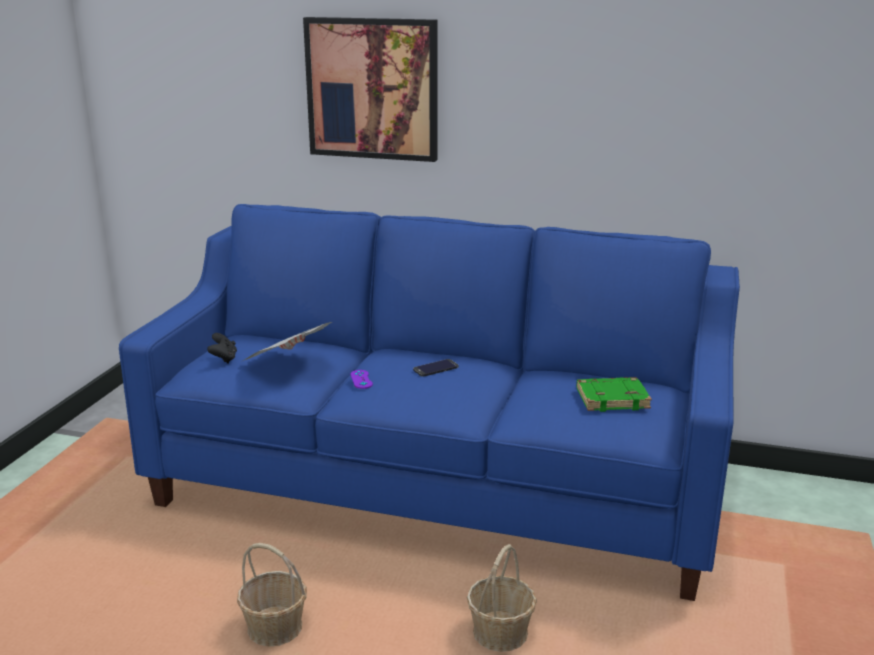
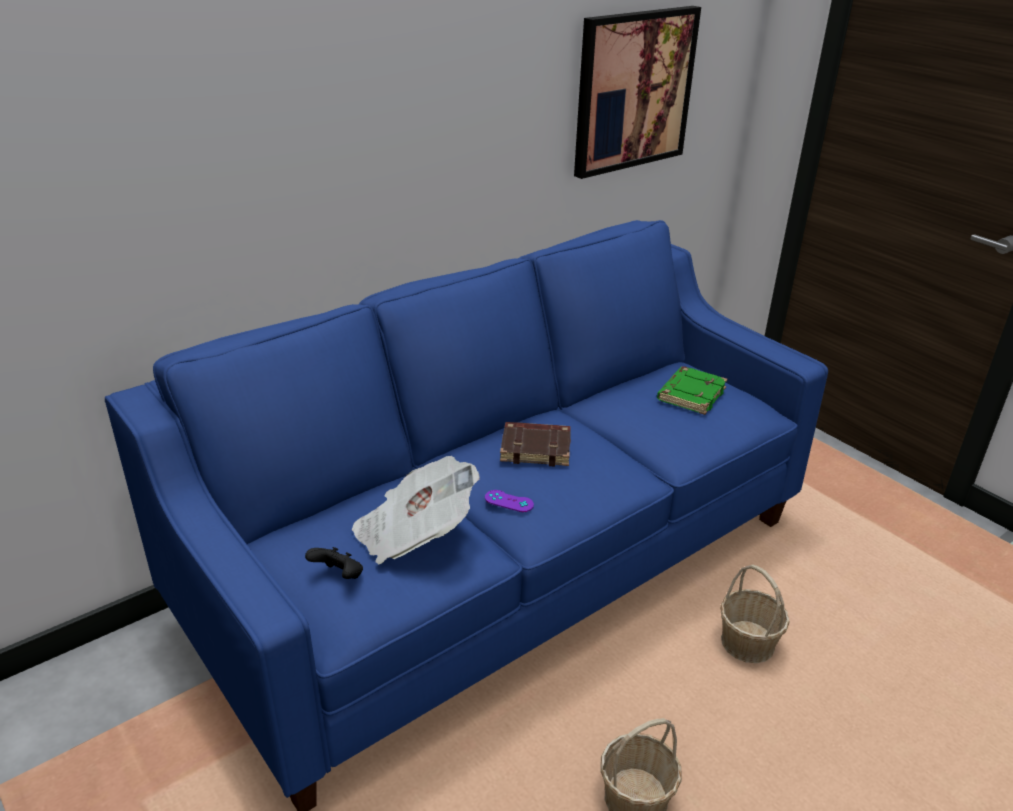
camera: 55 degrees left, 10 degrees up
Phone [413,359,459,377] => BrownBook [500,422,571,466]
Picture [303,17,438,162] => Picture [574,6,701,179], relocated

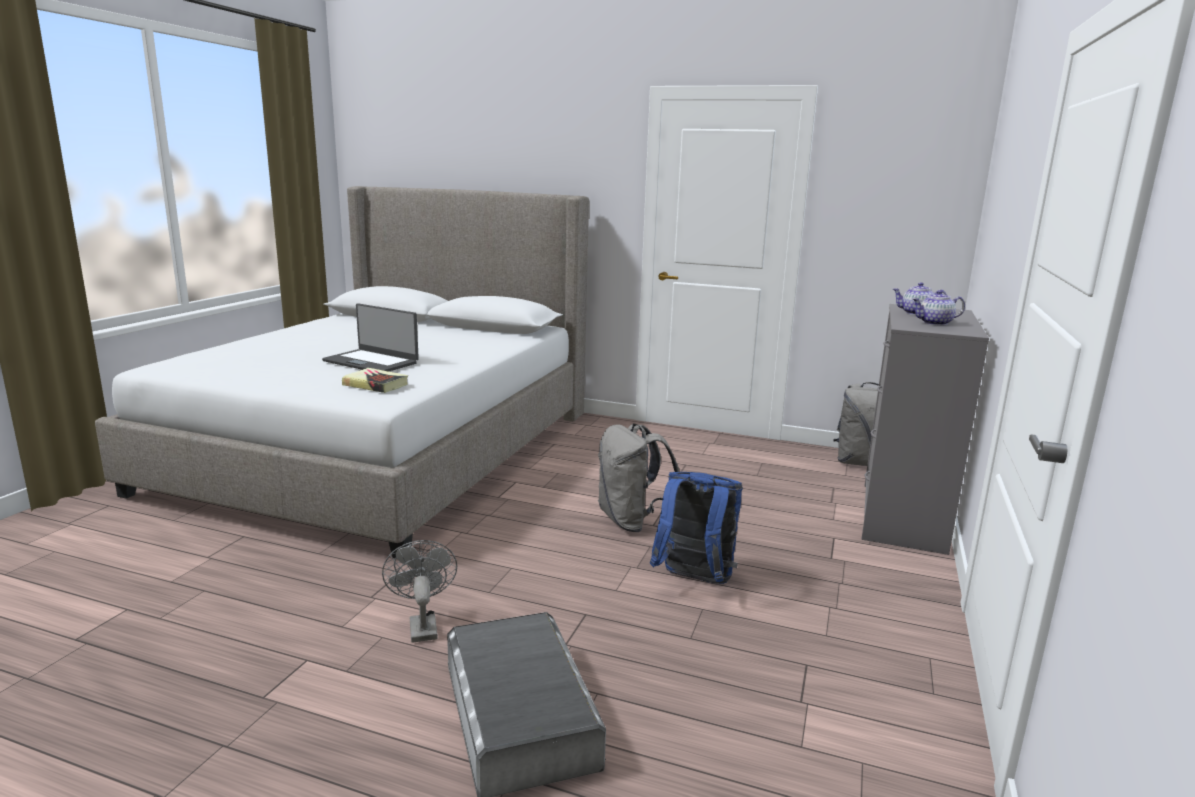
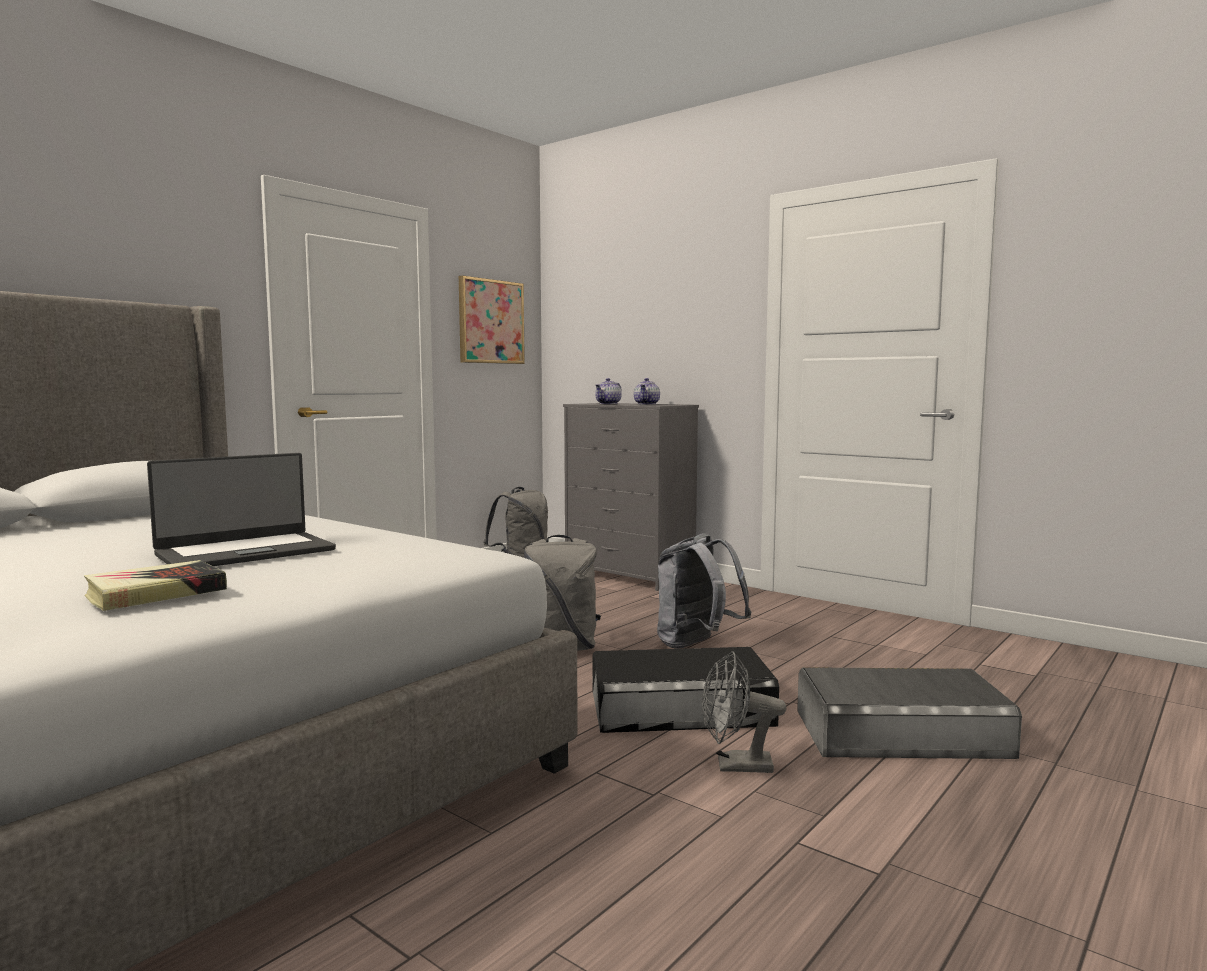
camera: 70 degrees left, 10 degrees down
Book [342,368,408,393] => Book [84,560,227,611], relocated
nothing => Picture [459,275,525,364]
nothing => BlackStorageBox [593,647,779,733]
BlueBackpack [650,472,743,584] => GreyBackpack [657,533,751,648]

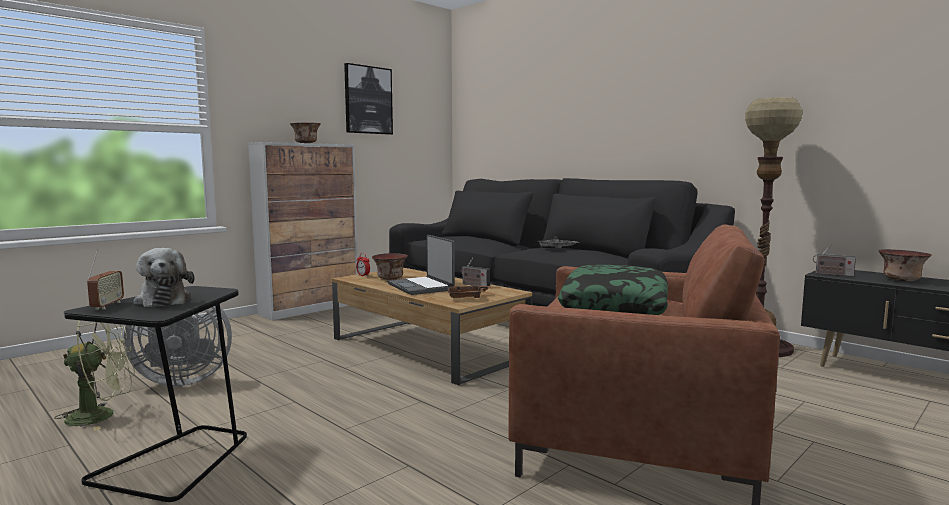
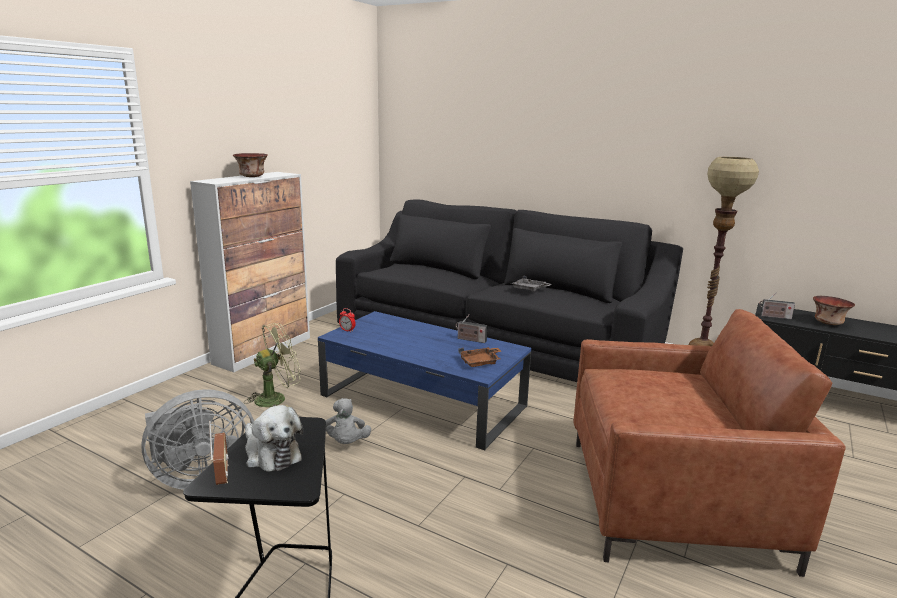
camera: 15 degrees left, 10 degrees up
GreenFan [54,320,135,431] => GreenFan [244,323,301,407], relocated
BrownCoffeeTable [332,268,532,386] => BlueCoffeeTable [318,311,532,450]
nothing => GreyPlushToy [325,398,371,444]
Picture [344,63,393,135] => nothing
Bowl [372,253,408,280] => nothing
Laptop [388,235,455,295] => nothing
Pillow [558,265,668,315] => nothing

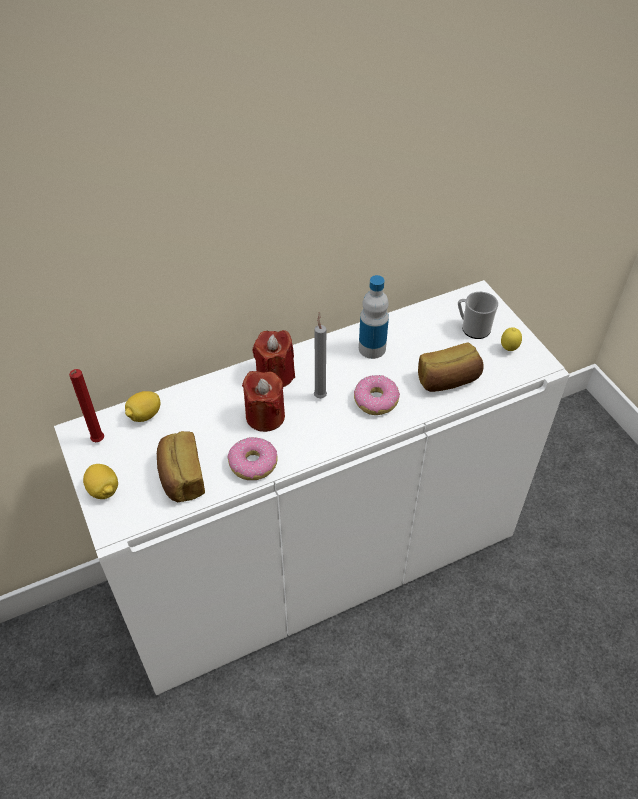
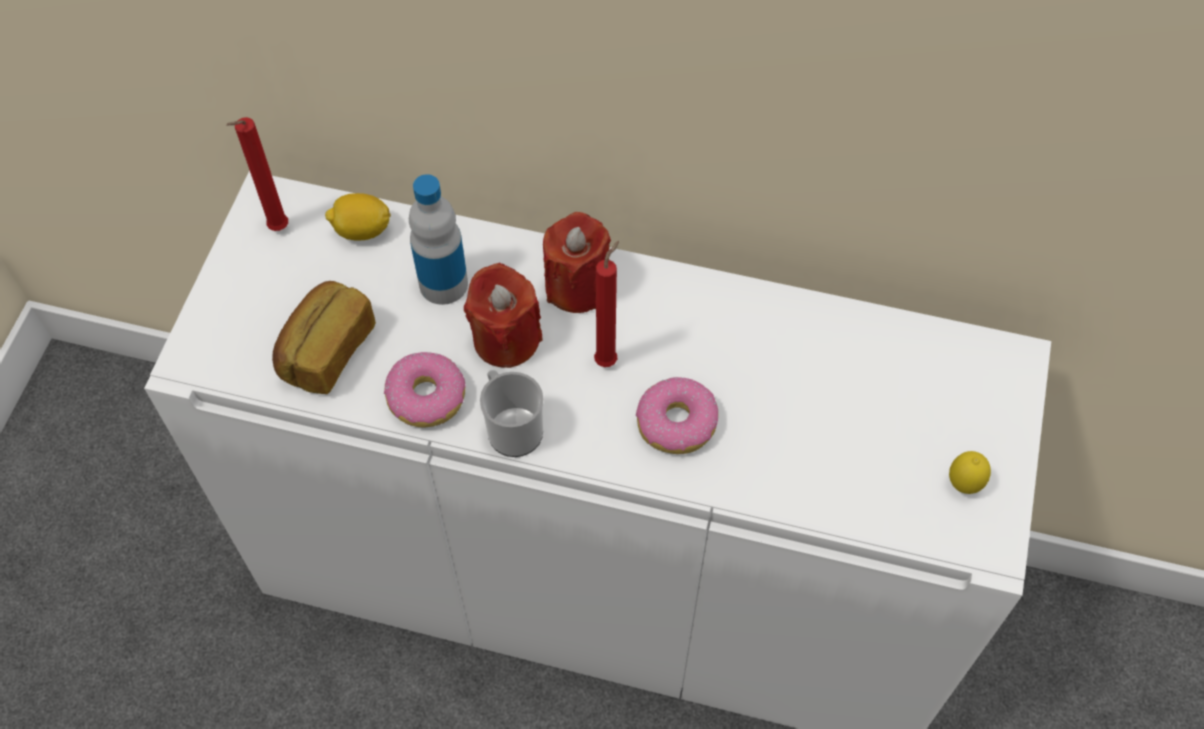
camera: 40 degrees right, 10 degrees up
Bottle [359,275,389,359] => Bottle [409,174,468,305], relocated
Mug [458,292,498,339] => Mug [480,369,544,457], relocated
GreyCandle [314,312,327,398] => RedCandle [594,241,619,367]
Lemon [83,464,118,499] => nothing
Bread [418,342,484,392] => nothing

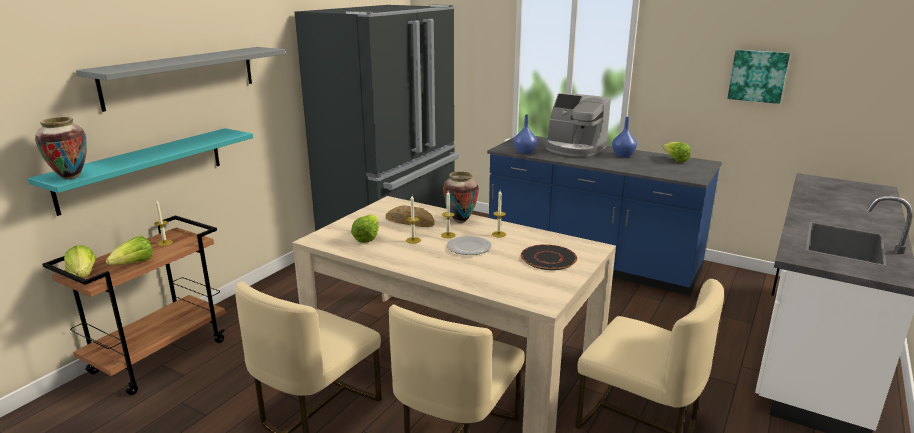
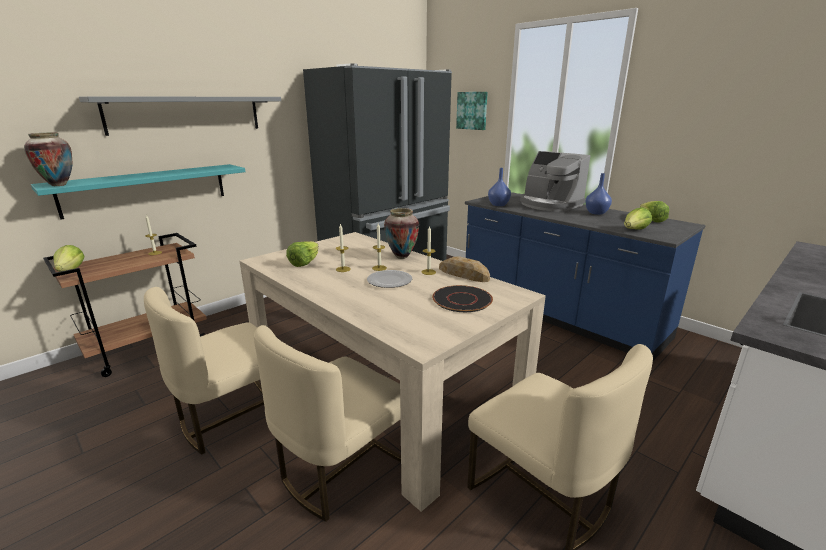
camera: 15 degrees right, 0 degrees up
Bread [386,205,434,227] => Bread [439,256,490,282], relocated
Picture [727,50,790,104] => Picture [456,92,488,130], relocated
Lettuce [106,236,153,265] => Lettuce [624,207,652,229], relocated

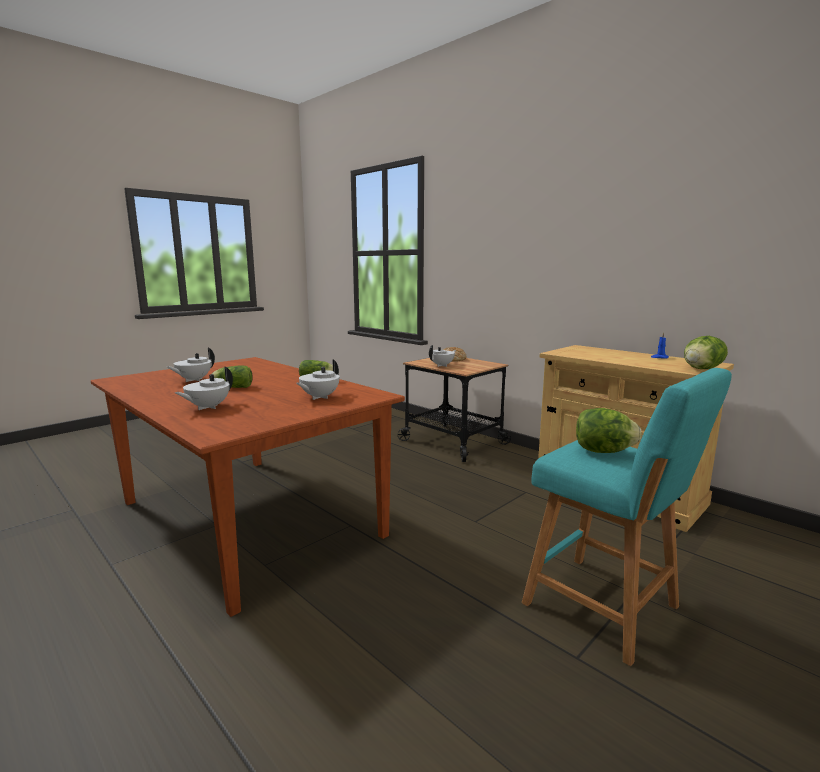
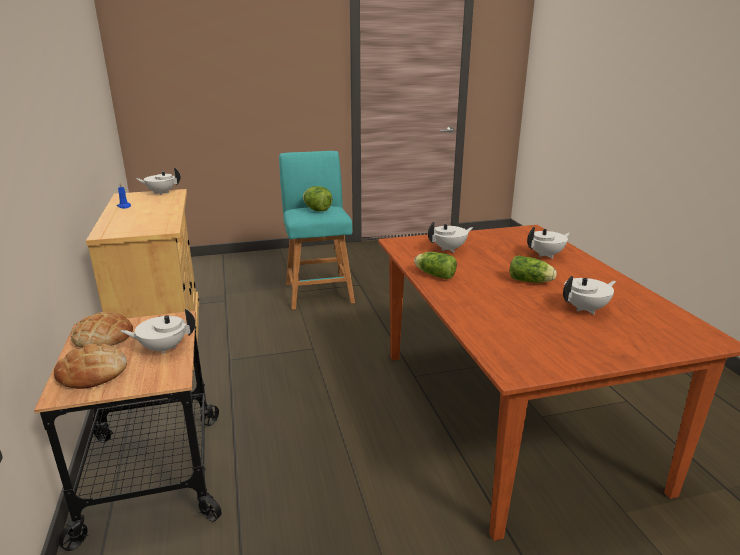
camera: 150 degrees left, 10 degrees up
nothing => Bread [71,312,133,348]
Lettuce [684,336,728,369] => WhiteTeapot [136,167,181,195]

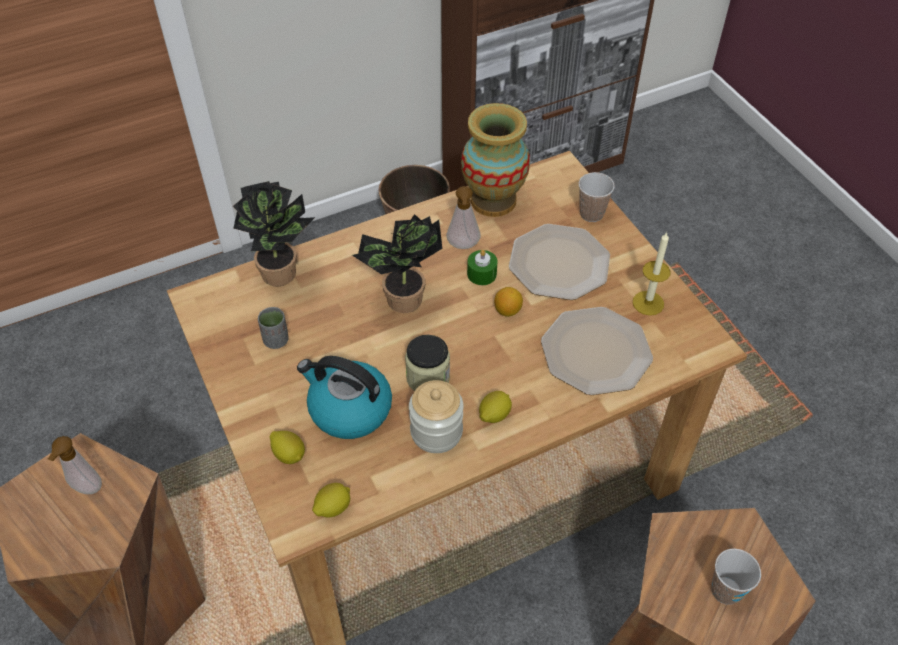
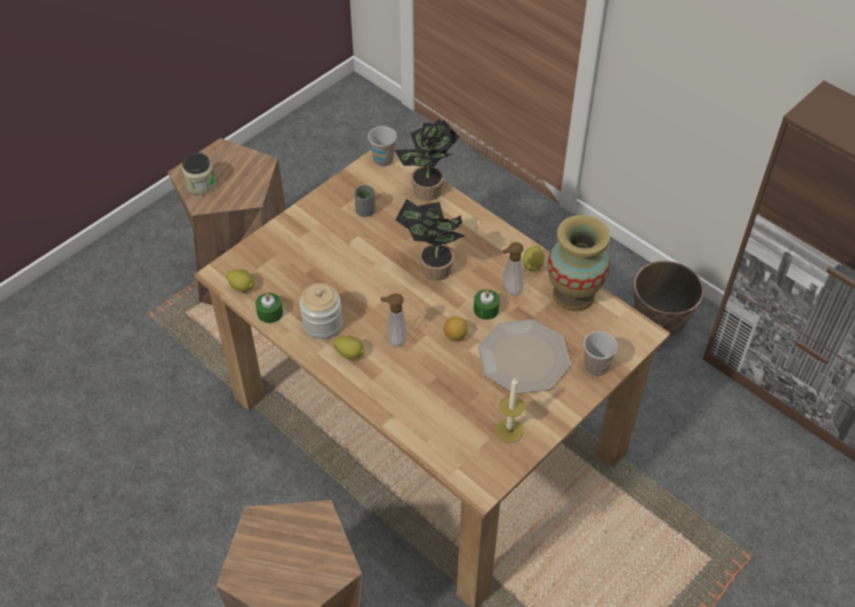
camera: 70 degrees right, 0 degrees up
Jar [405,335,450,391] => Jar [182,153,216,195], relocated
nothing => GreenCandle [255,293,283,323]
Cup [711,549,761,605] => Cup [368,126,397,167], relocated
SoapDispenser [48,436,102,494] => SoapDispenser [380,293,407,348], relocated
Lemon [270,431,305,464] => Lemon [522,245,545,272], relocated
Kettle [297,356,392,439] => nothing
Plate [541,307,653,395] => nothing

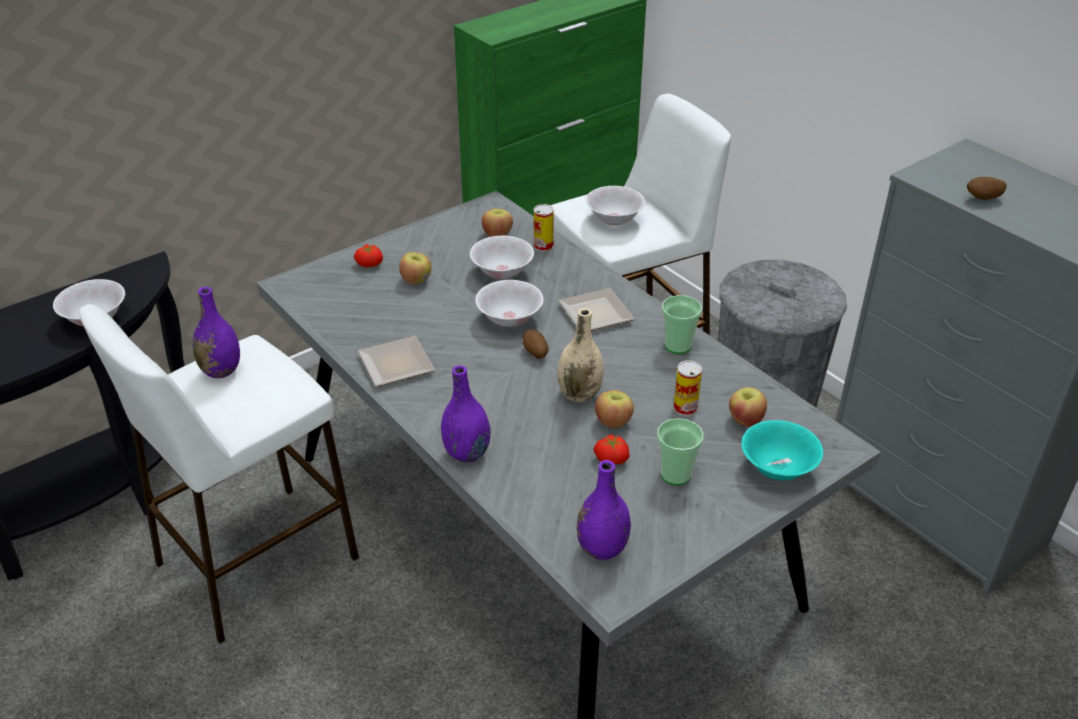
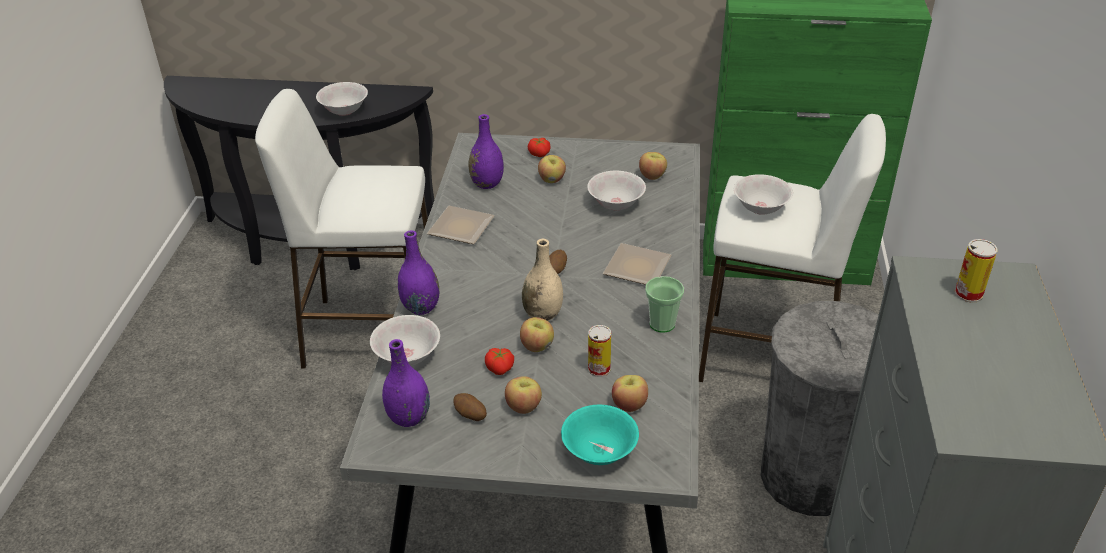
camera: 45 degrees right, 0 degrees up
WhiteBowl [475,280,544,327] => WhiteBowl [370,315,440,366], relocated
Potato [967,177,1007,200] => Potato [454,393,487,421], relocated
PurpleVase [193,287,240,378] => PurpleVase [469,114,504,189], relocated
Cup [657,418,704,485] => Apple [505,376,542,414]
Can [534,204,554,252] => Can [955,239,998,302], relocated

